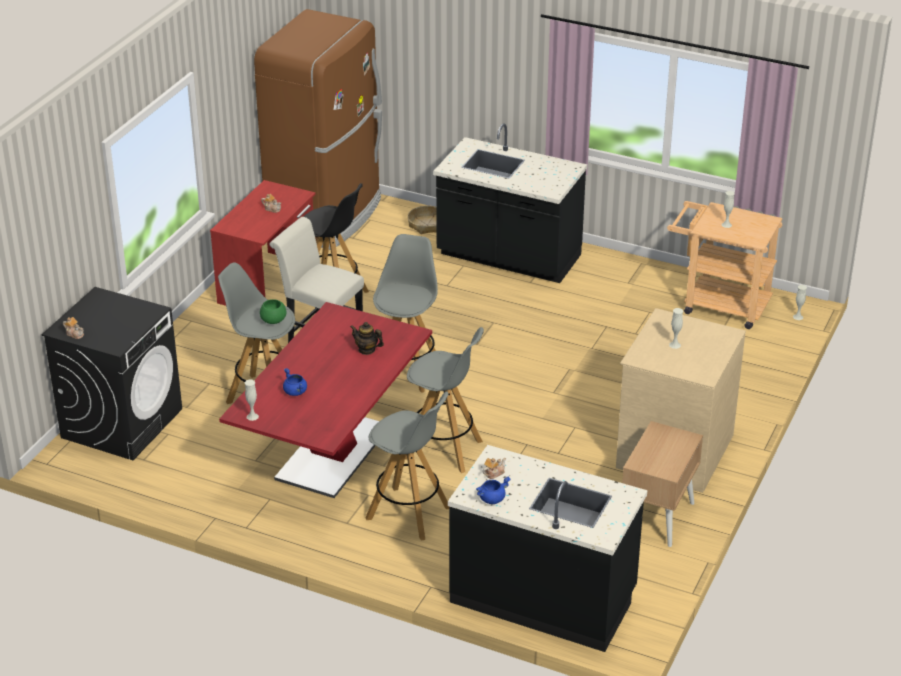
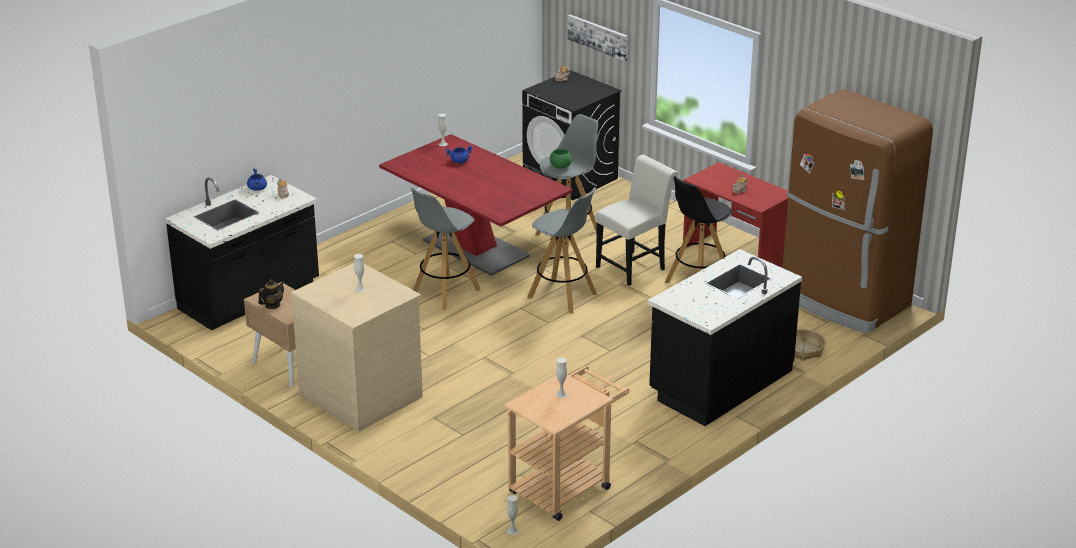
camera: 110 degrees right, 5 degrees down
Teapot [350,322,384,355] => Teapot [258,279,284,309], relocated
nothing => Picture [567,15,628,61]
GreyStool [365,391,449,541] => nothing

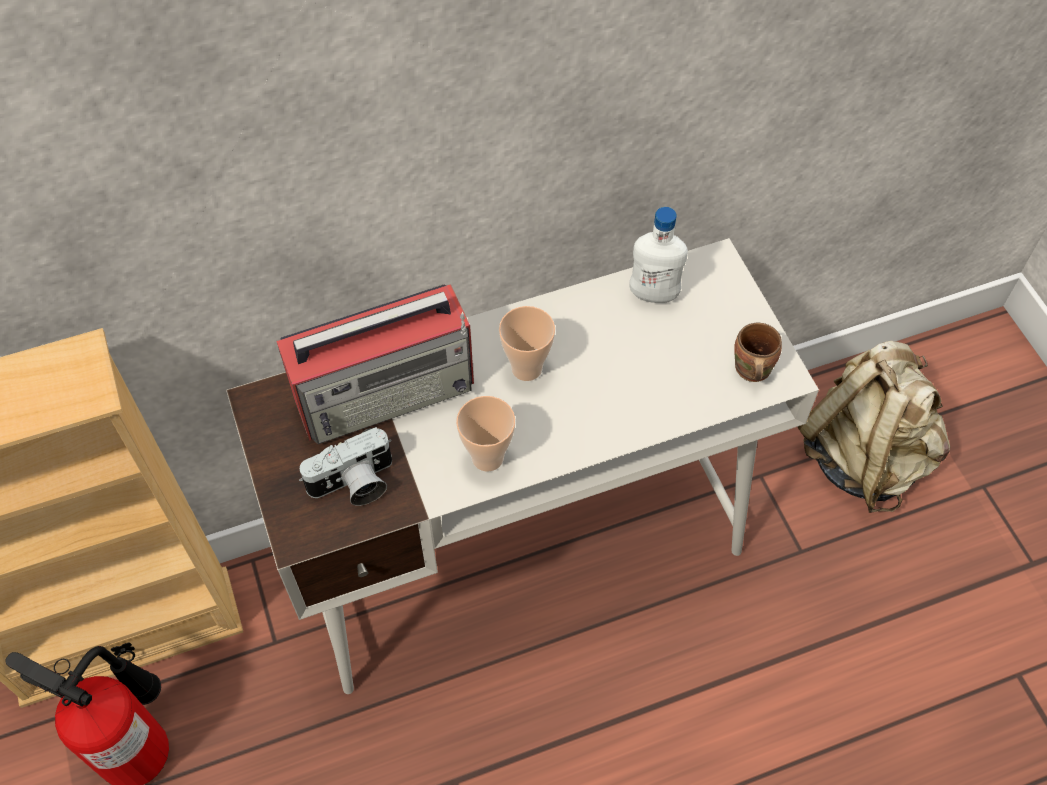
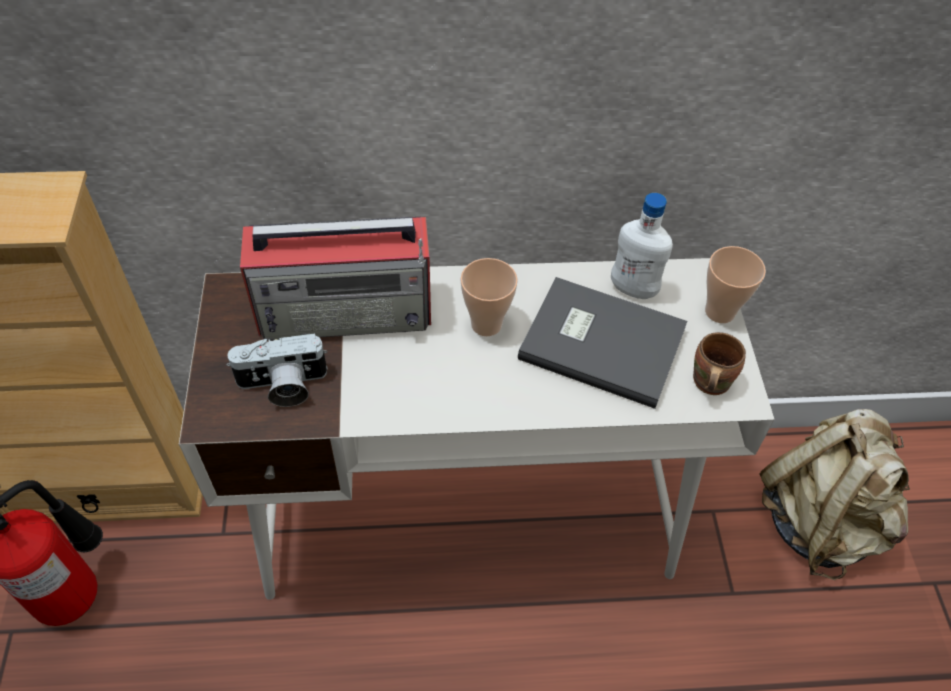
camera: 15 degrees right, 5 degrees down
nothing => GreyBook [518,277,687,409]
Cup [456,396,516,472] => Cup [705,246,766,323], relocated

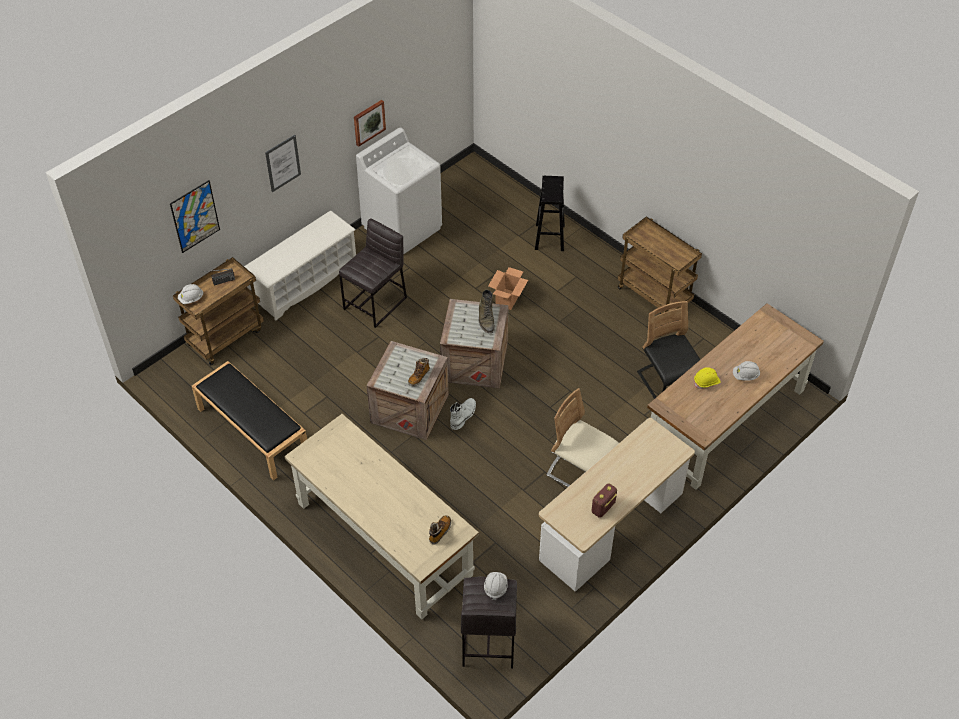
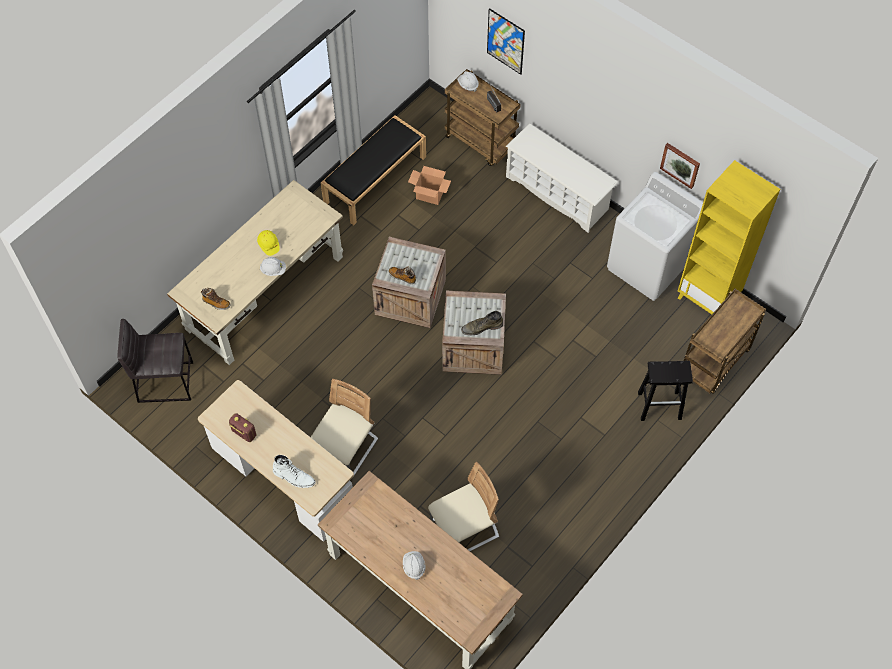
camera: 85 degrees right, 10 degrees up
YellowHardHat [694,367,721,389] => YellowHardHat [257,230,280,256], relocated
WhiteHardHat [484,572,507,600] => WhiteHardHat [260,257,286,276], relocated
WhiteBoot [450,398,476,430] => WhiteBoot [273,455,316,488], relocated
CardboardBox [488,267,528,310] => CardboardBox [408,166,451,205], relocated
BlackChair [637,301,700,399] => BeigeChair [428,462,499,551]
nothing => YellowBookcase [678,160,780,314]
BrownCart [618,216,702,314] => BrownCart [684,289,766,394], relocated
Picture [265,135,301,192] => nothing
GreyStool [339,218,407,328] => nothing

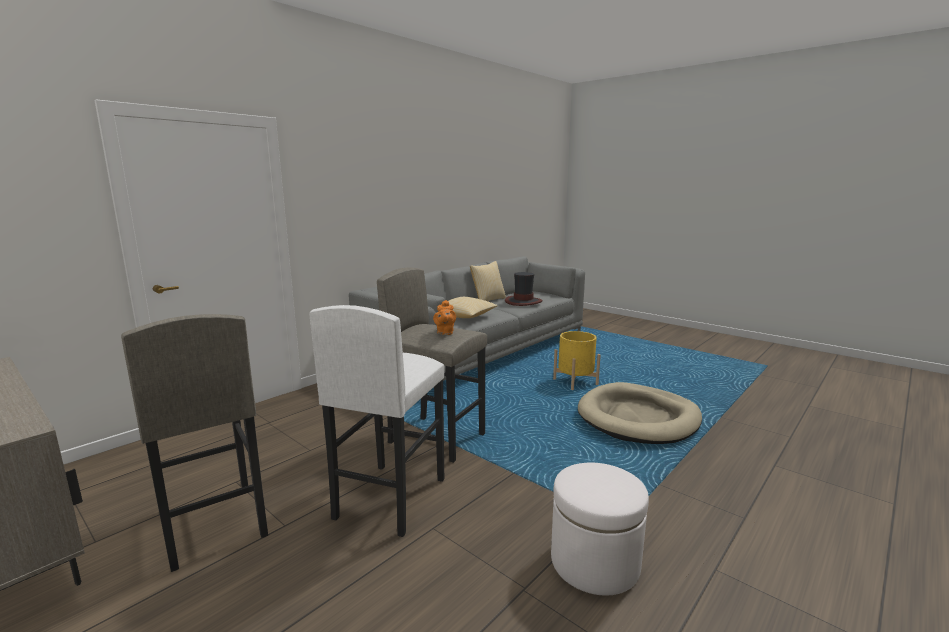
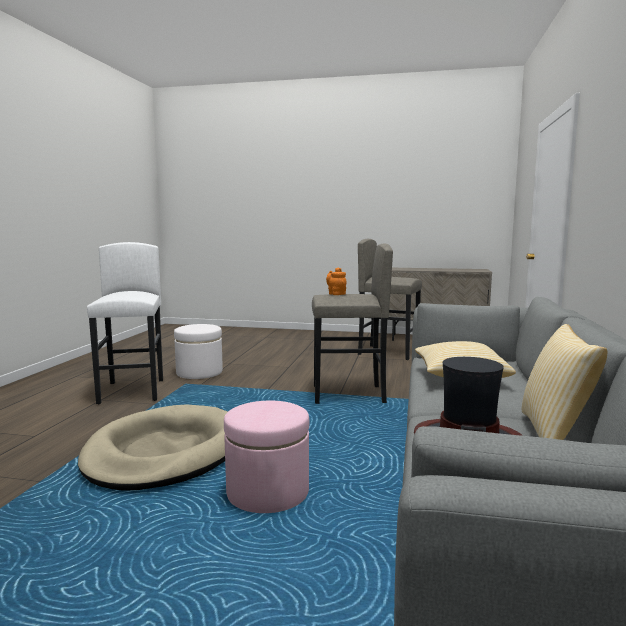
camera: 150 degrees right, 5 degrees down
WhiteStool [309,305,445,537] => WhiteStool [87,242,163,404], relocated
YellowPlanter [553,331,601,390] => PinkOttoman [224,401,309,513]

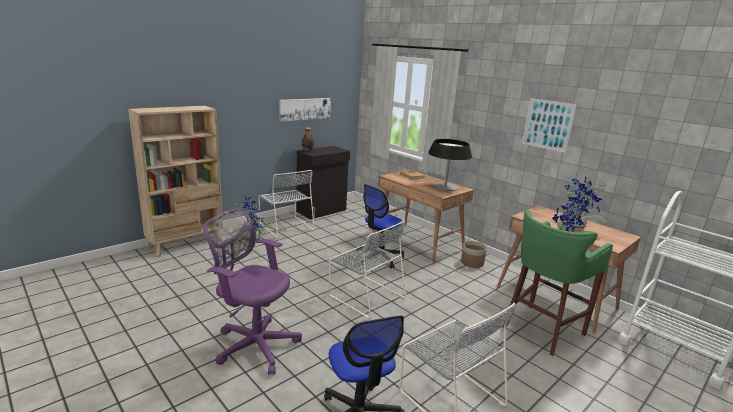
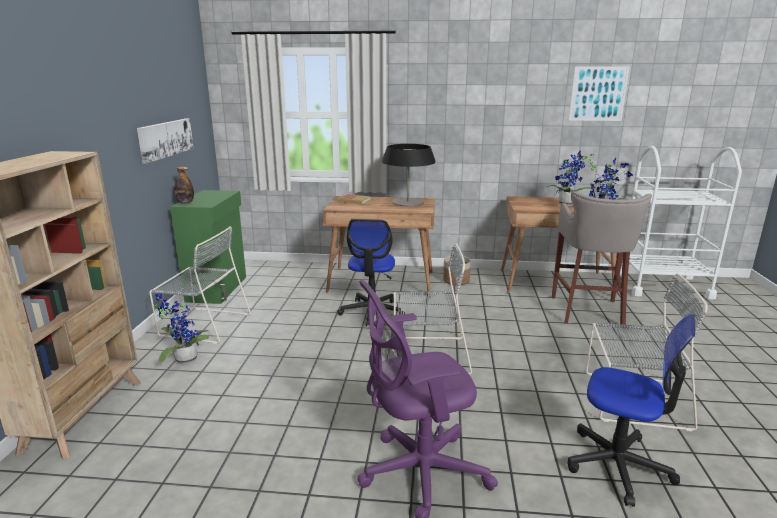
camera: 40 degrees left, 0 degrees up
BlackCabinet [296,146,350,219] => GreenCabinet [170,190,246,304]
GreenStool [502,209,613,356] => GreyStool [552,191,652,325]
Picture [522,98,577,153] => Picture [569,66,630,121], relocated

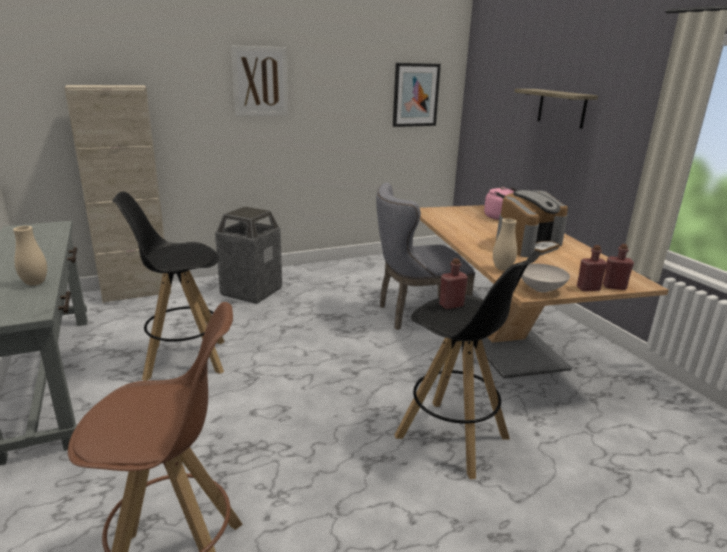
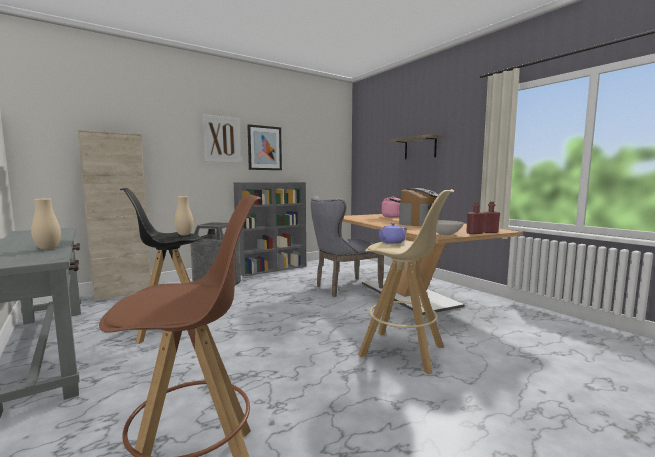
camera: 10 degrees left, 15 degrees down
BeigeVase [493,218,517,271] => BeigeVase [174,196,193,236], relocated
nothing => GreyBookcase [234,182,306,277]
Picture [393,63,441,127] => Picture [247,124,282,170], relocated
BlackStool [395,251,540,479] => BeigeStool [358,189,454,374]
RedBottle [439,258,468,309] => PurpleTeapot [378,223,407,244]

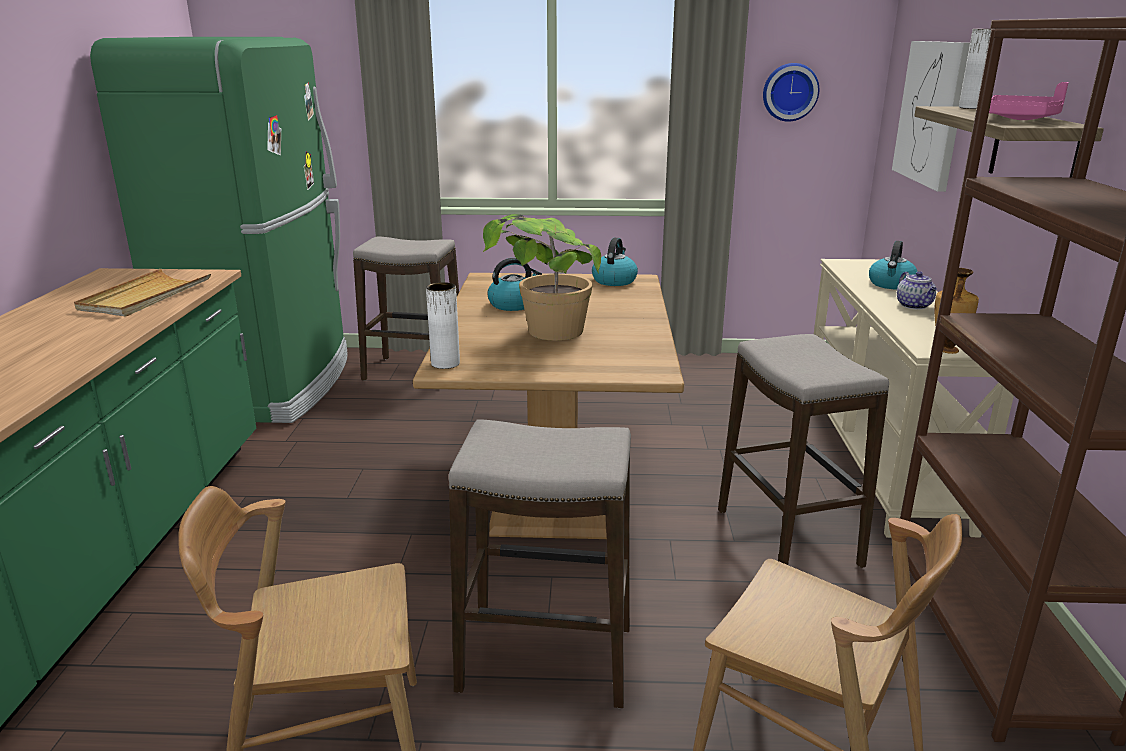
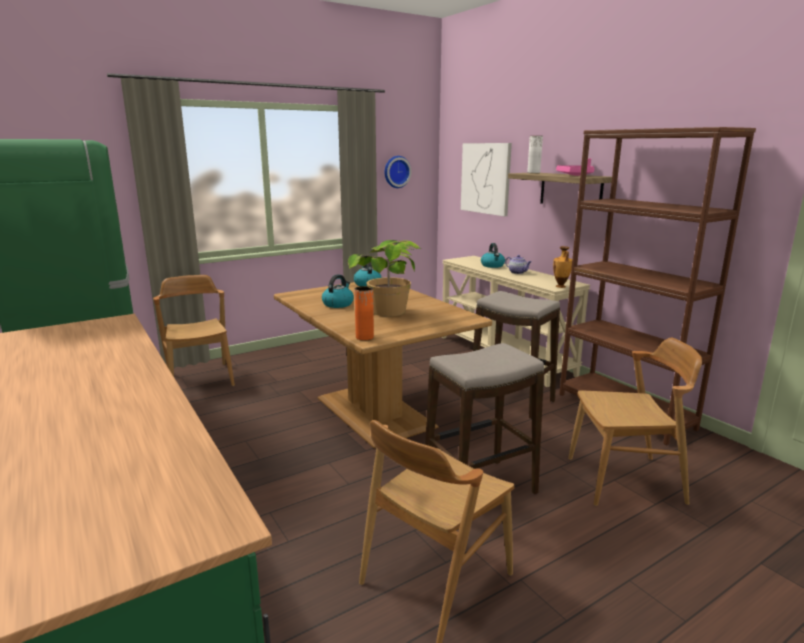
camera: 35 degrees left, 5 degrees down
Stool [353,236,459,381] => BrownChair [153,275,235,386]
WhiteVase [426,282,460,369] => OrangeVase [354,286,374,341]
BeigeTray [74,268,211,317] => nothing

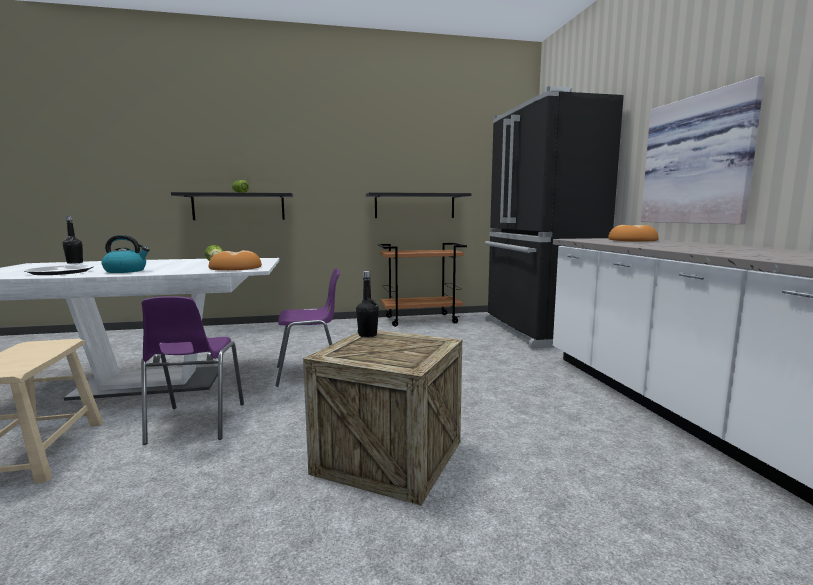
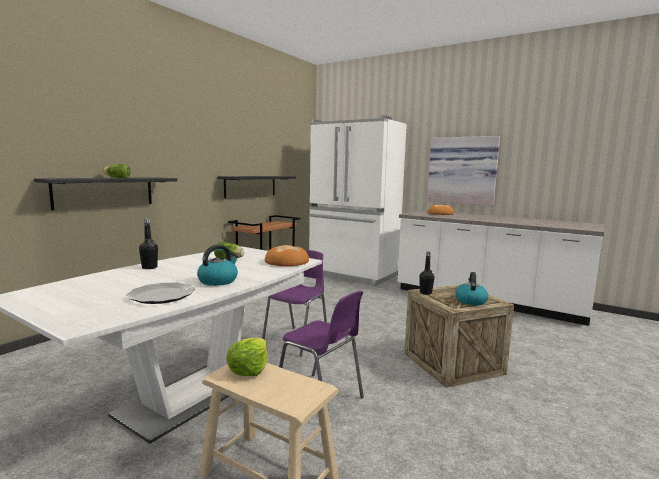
camera: 45 degrees left, 0 degrees up
BlackBottle [62,216,83,264] => BlackBottle [139,218,158,269], relocated
nothing => Lettuce [226,338,268,376]
BlackFridge [485,86,624,349] => WhiteFridge [309,115,407,287]
nothing => Kettle [455,272,488,305]

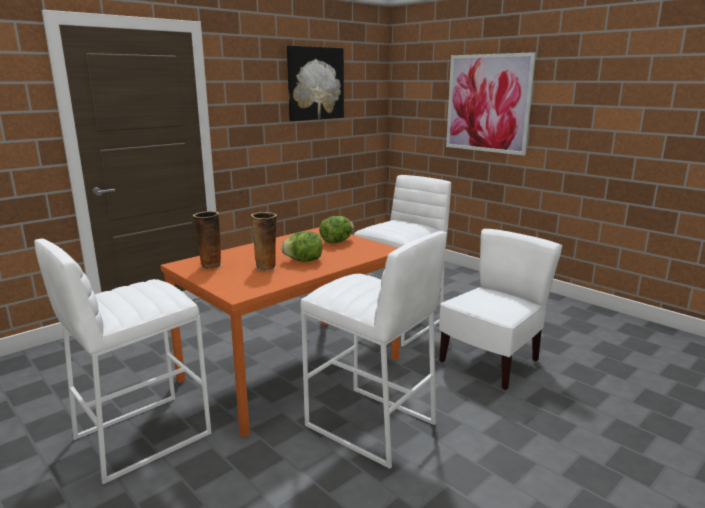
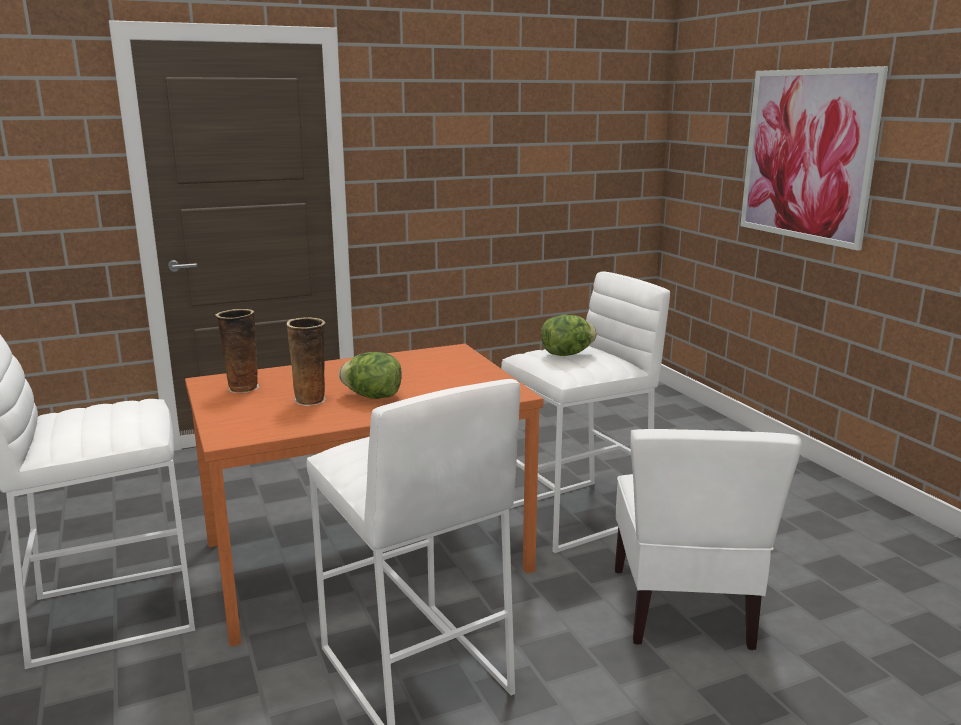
camera: 20 degrees right, 0 degrees up
Lettuce [319,216,354,243] => Lettuce [541,315,597,356], relocated
WhiteChair [439,229,562,390] => WhiteChair [615,429,802,650], 120 degrees clockwise
Picture [287,45,344,121] => nothing

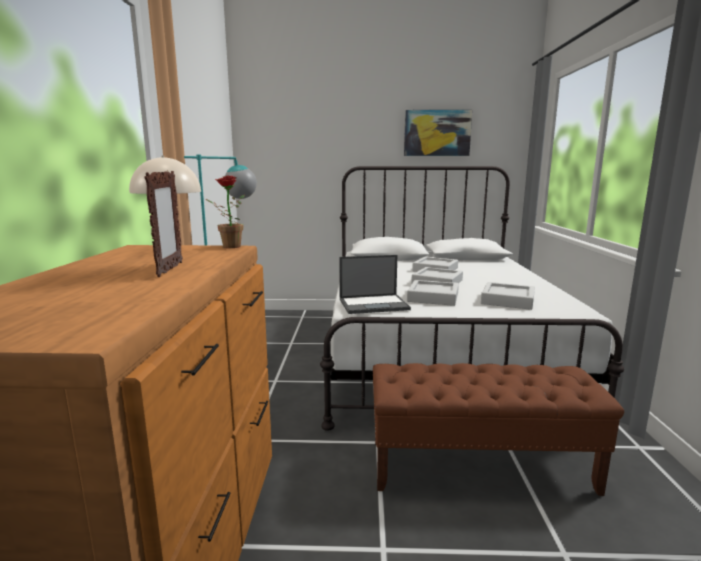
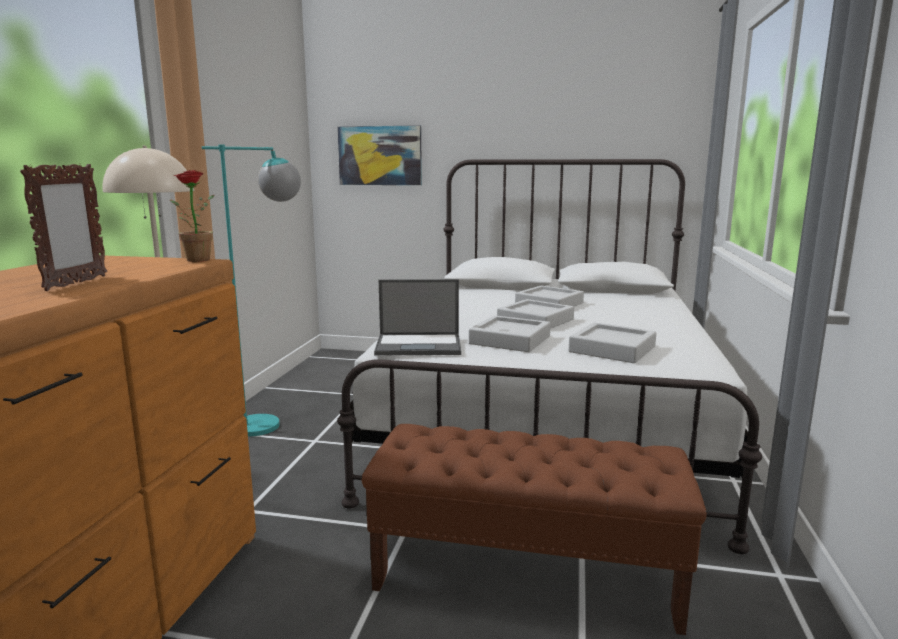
camera: 10 degrees right, 0 degrees up
Picture [404,110,472,156] => Picture [337,126,422,185], relocated

